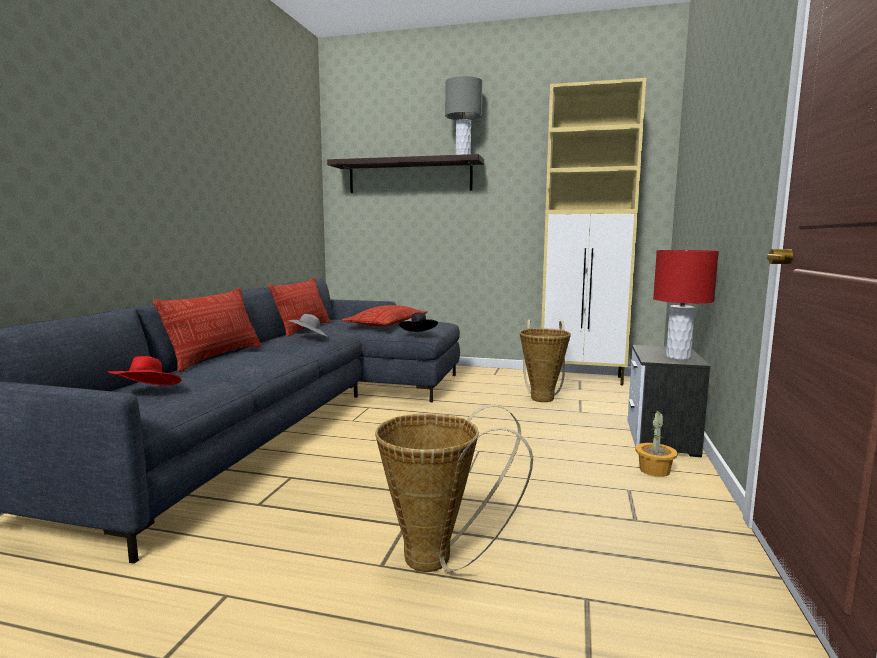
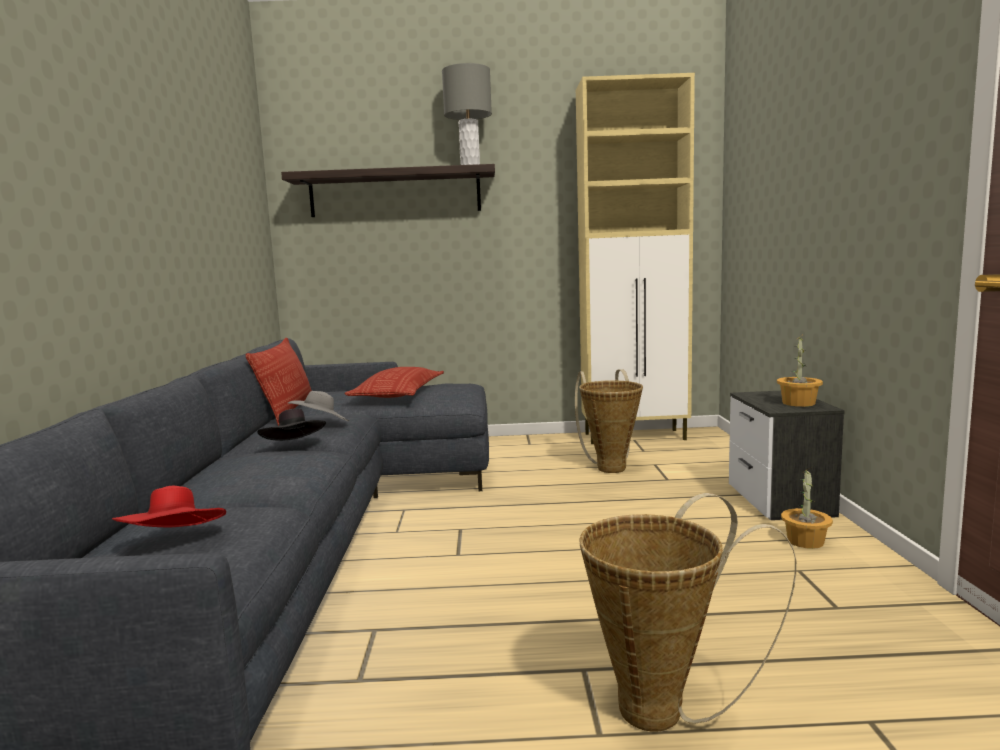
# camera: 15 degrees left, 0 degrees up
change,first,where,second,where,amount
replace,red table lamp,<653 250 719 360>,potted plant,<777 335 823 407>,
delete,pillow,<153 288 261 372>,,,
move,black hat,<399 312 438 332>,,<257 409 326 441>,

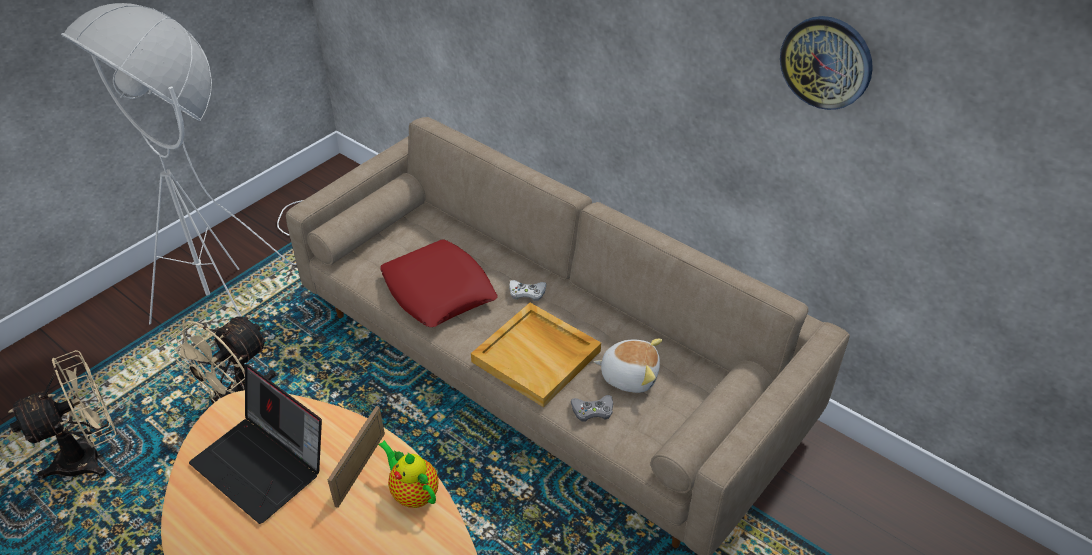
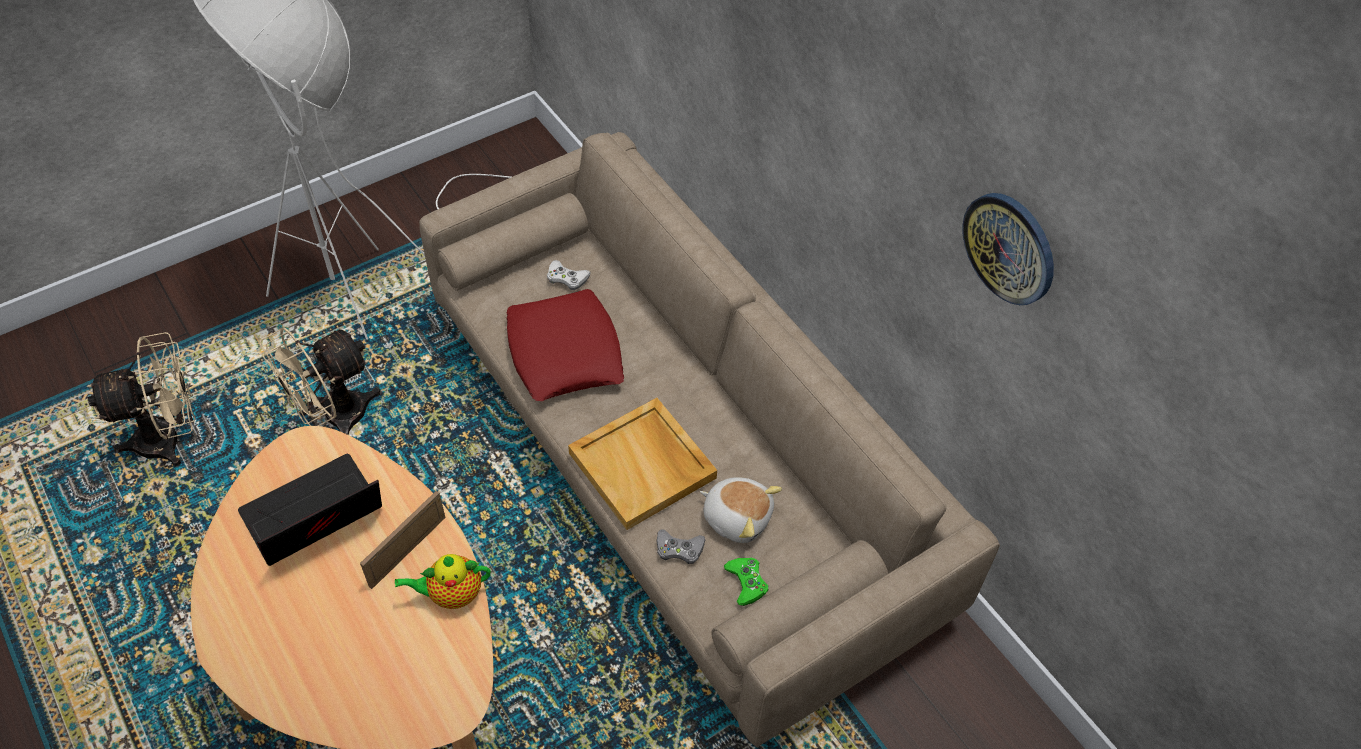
# camera: 15 degrees right, 10 degrees up
change,first,where,second,where,amount
move,white game controller,<509 280 547 301>,,<547 260 590 290>,
rotate,laptop,<189 364 322 524>,,<238 454 382 566>,90 degrees clockwise
rotate,teapot,<378 440 439 508>,,<395 554 491 609>,75 degrees counterclockwise
insert,,,green game controller,<724 558 768 606>,

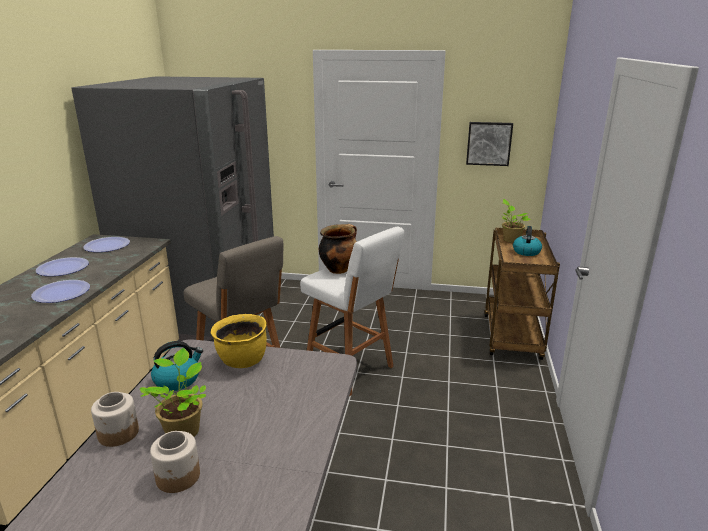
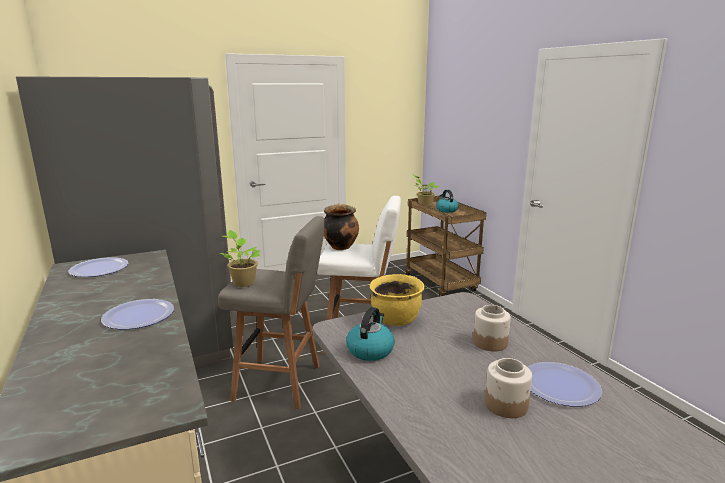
# camera: 35 degrees left, 5 degrees down
change,first,where,second,where,amount
delete,picture,<466 122 513 166>,,,
move,plate,<36 257 89 276>,,<527 362 602 406>,
move,potted plant,<140 348 206 437>,,<220 230 261 287>,
move,jar,<91 392 139 447>,,<473 305 511 352>,

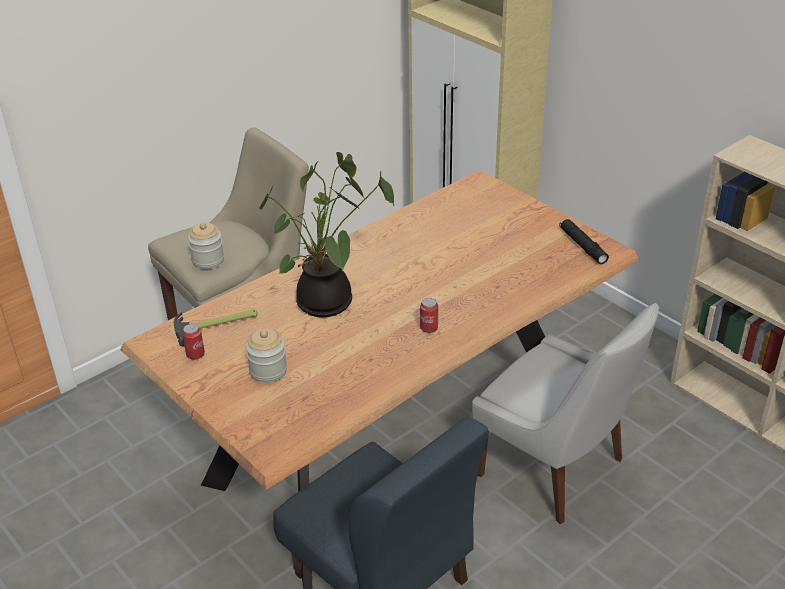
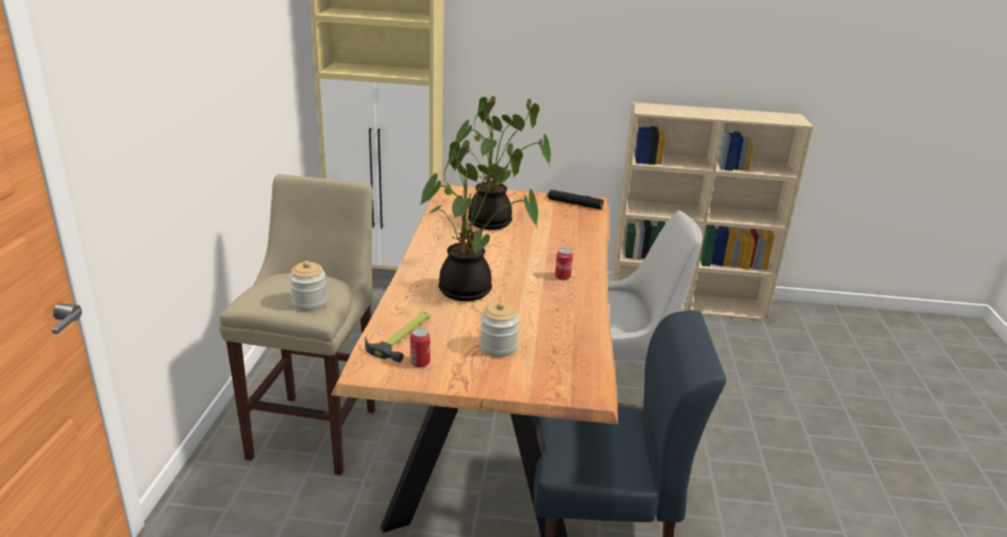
# camera: 45 degrees left, 10 degrees down
change,first,where,second,where,amount
insert,,,potted plant,<456 96 551 230>,

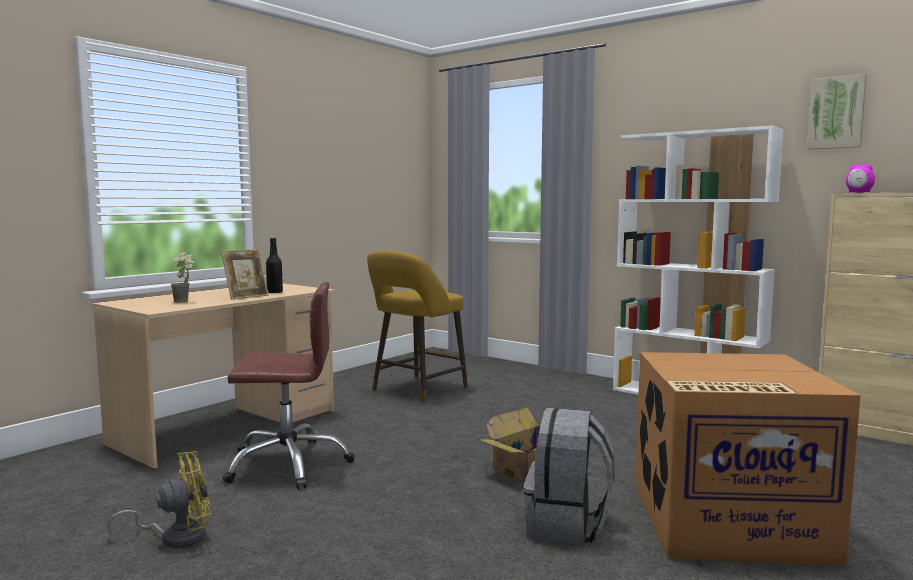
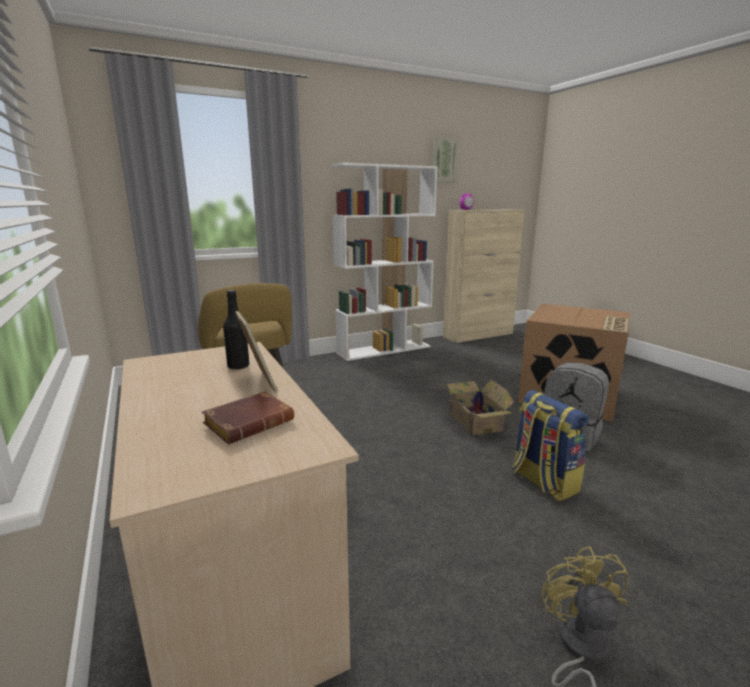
# camera: 65 degrees left, 10 degrees up
change,first,where,second,where,amount
replace,potted plant,<171 251 194 303>,brown book,<202 391 294 444>,
delete,brown office chair,<222 282 355 489>,,,
insert,,,backpack,<512 390 589 501>,

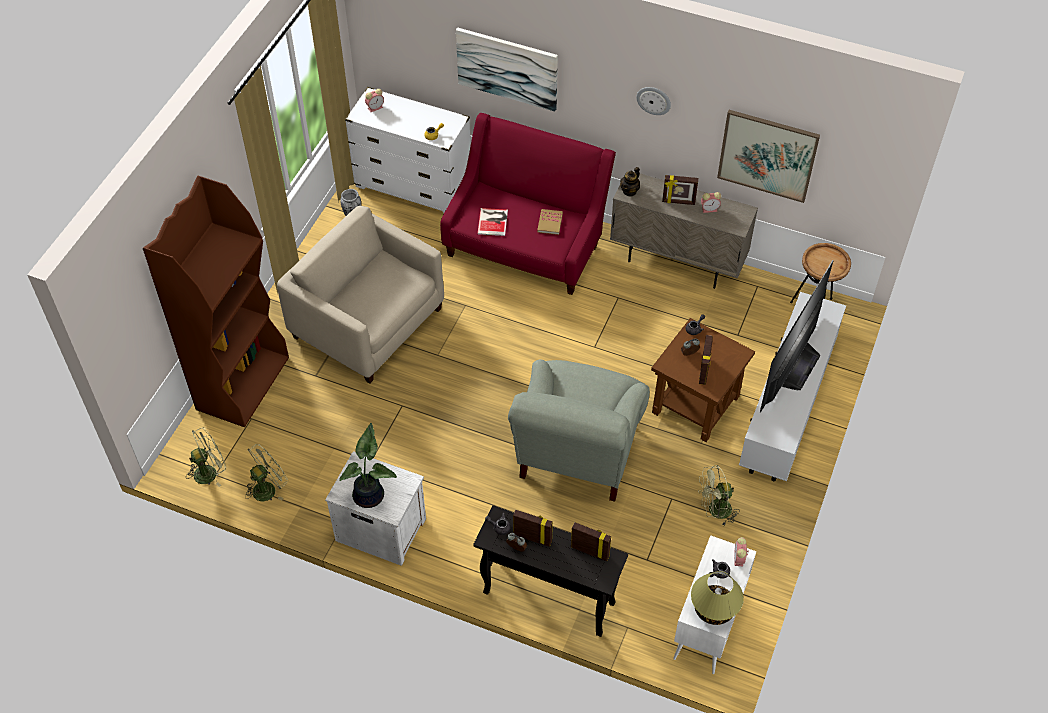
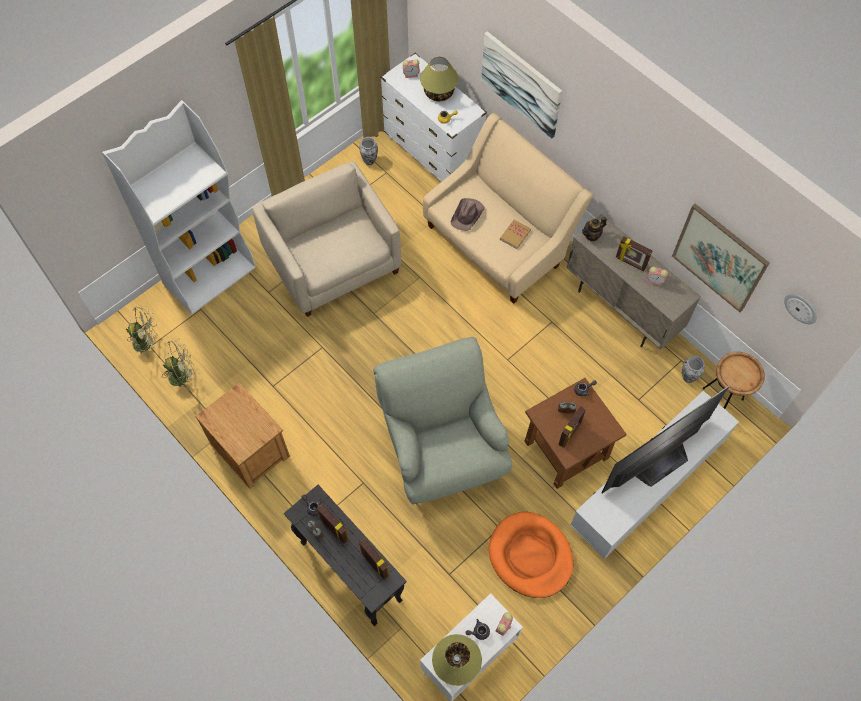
# camera: 25 degrees right, 10 degrees up
change,first,where,second,where,amount
move,wall clock,<636 87 671 115>,,<784 294 817 324>,
recolor,red sofa,<440 113 616 295>,beige sofa,<423 113 594 304>,
recolor,brown bookcase,<143 176 289 427>,white bookcase,<102 100 256 315>,
replace,book,<477 208 508 236>,brown hat,<451 198 485 231>,
rotate,grey armchair,<508 359 650 502>,,<373 337 512 504>,120 degrees clockwise
delete,potted plant,<339 423 397 508>,,,
recolor,white nightstand,<325 451 426 566>,brown nightstand,<195 383 290 489>,
replace,green fan,<698 465 740 526>,orange dog bed,<489 512 574 598>,
insert,,,table lamp,<420 57 458 101>,
insert,,,vase,<682 356 705 383>,

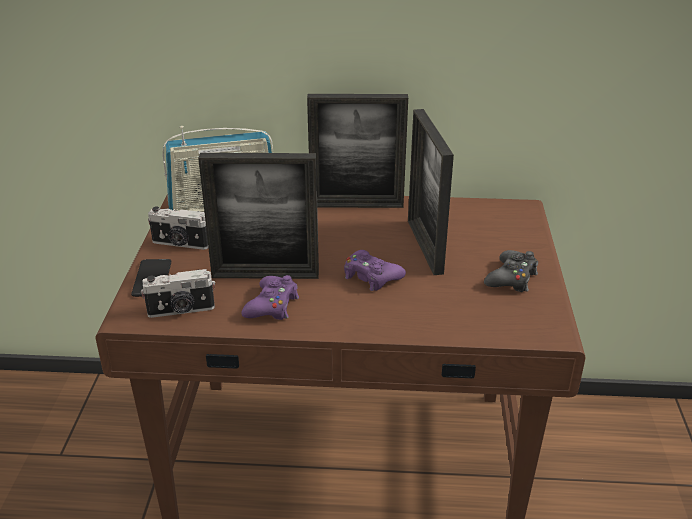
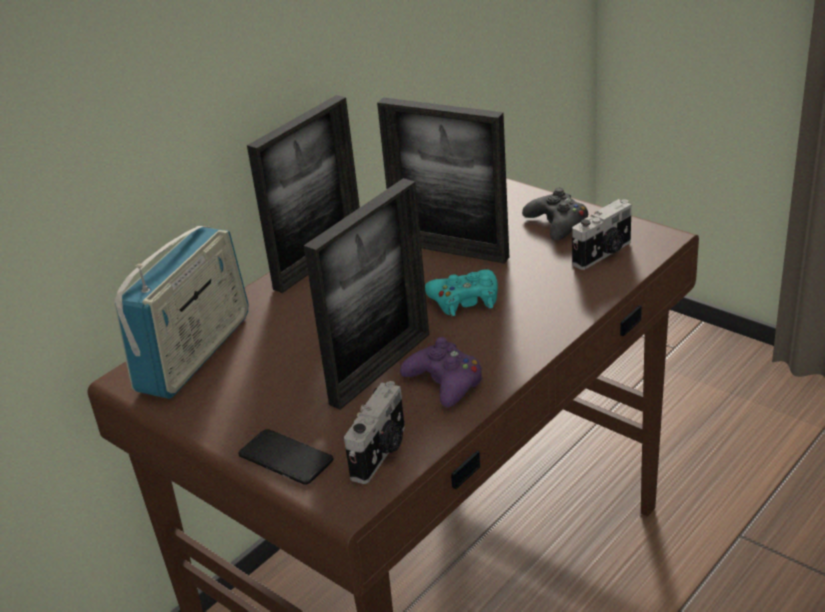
# camera: 50 degrees left, 0 degrees up
change,first,where,second,where,amount
move,photo camera,<148 206 208 250>,,<572 199 632 270>,
recolor,purple game controller,<344 250 406 291>,turquoise game controller,<425 269 498 316>,

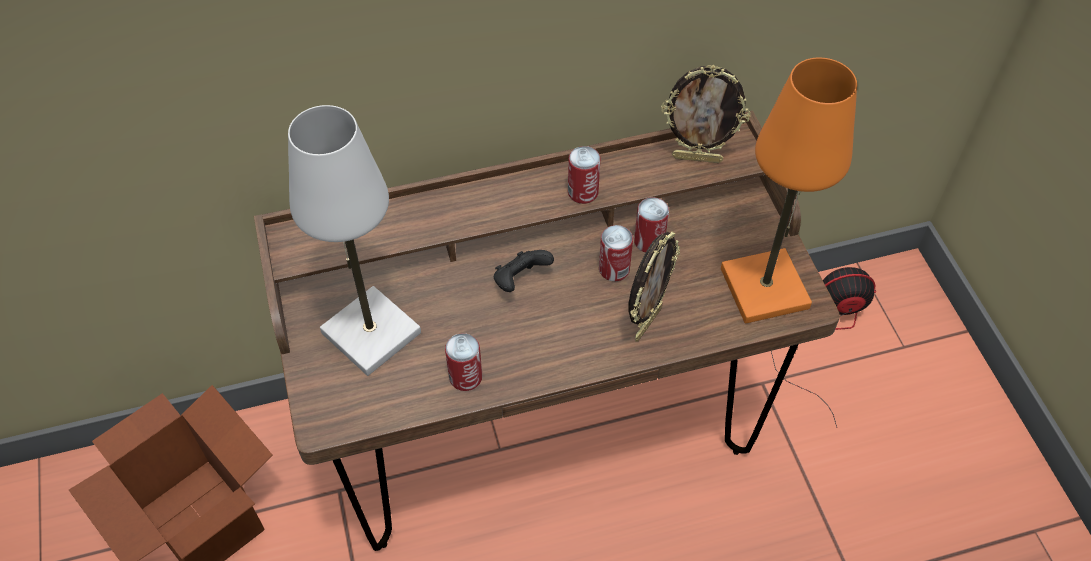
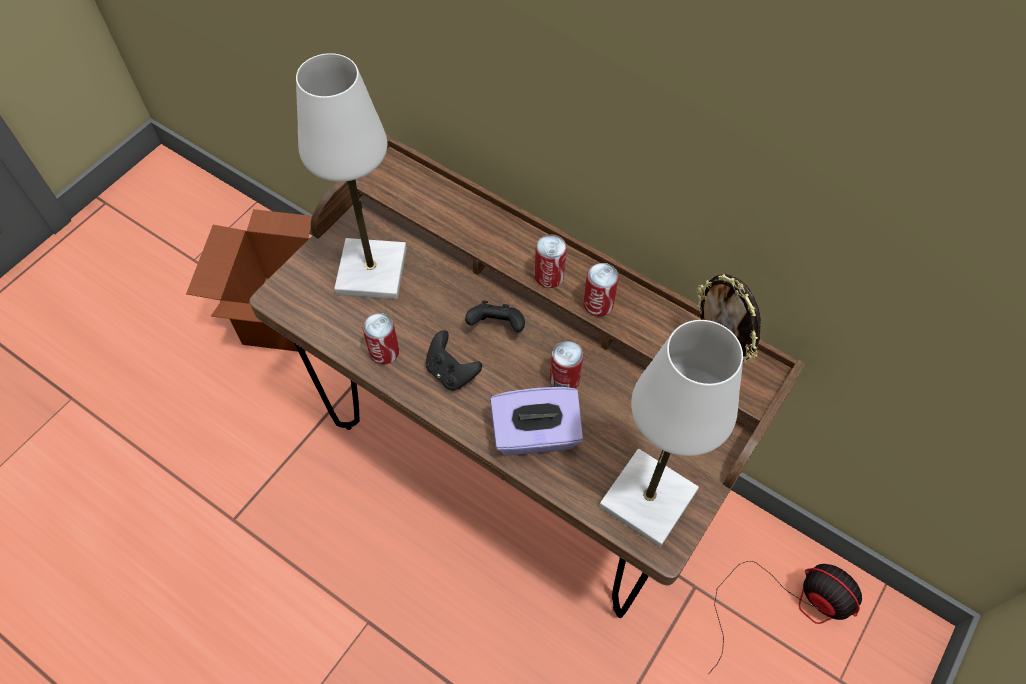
# camera: 50 degrees right, 5 degrees up
change,first,where,second,where,amount
recolor,orange table lamp,<721 58 857 324>,white table lamp,<599 320 743 547>,
move,can,<634 197 669 253>,,<534 234 567 288>,
replace,picture frame,<628 231 680 342>,purple tissue box,<490 387 583 455>,
insert,,,black game controller,<426 330 482 390>,

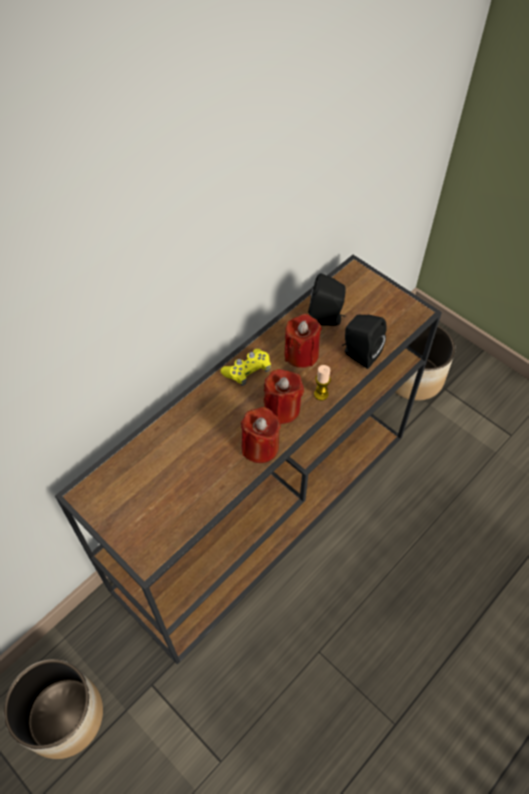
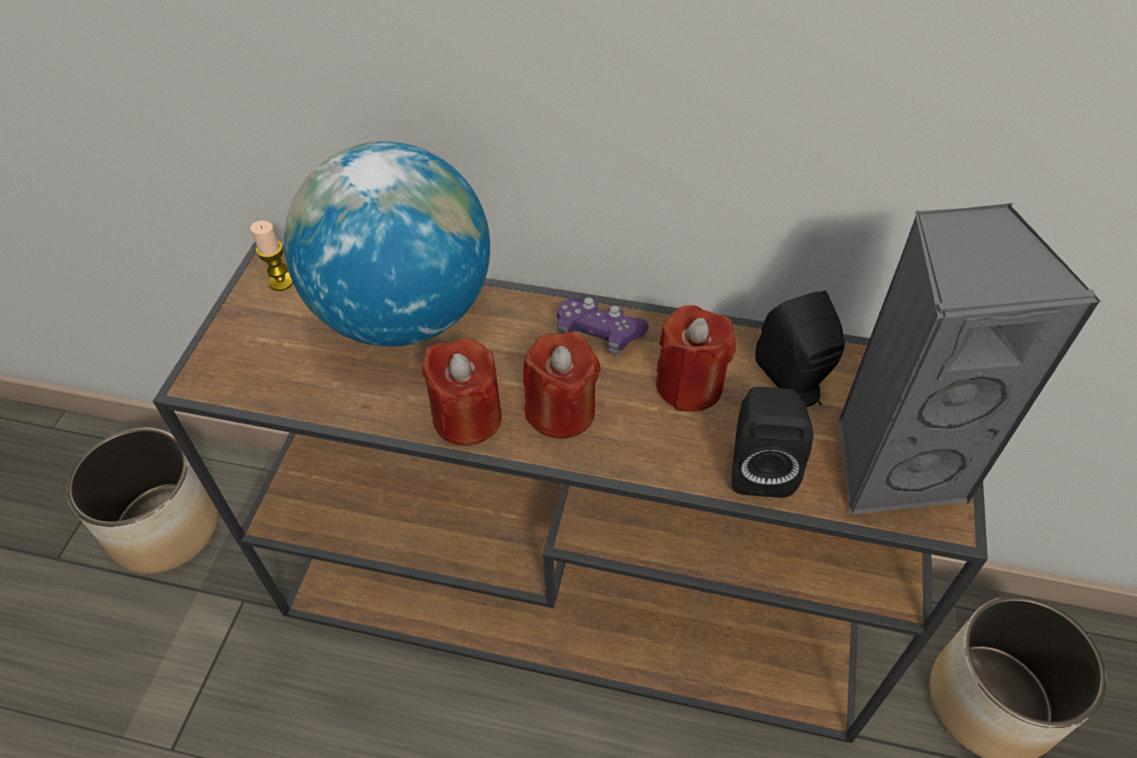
# camera: 60 degrees right, 5 degrees down
change,first,where,second,where,amount
recolor,yellow game controller,<221 349 271 386>,purple game controller,<557 297 649 356>,
move,candle,<314 365 331 401>,,<250 220 293 291>,
insert,,,globe,<284 142 490 347>,
insert,,,grey speaker,<838 203 1101 516>,

